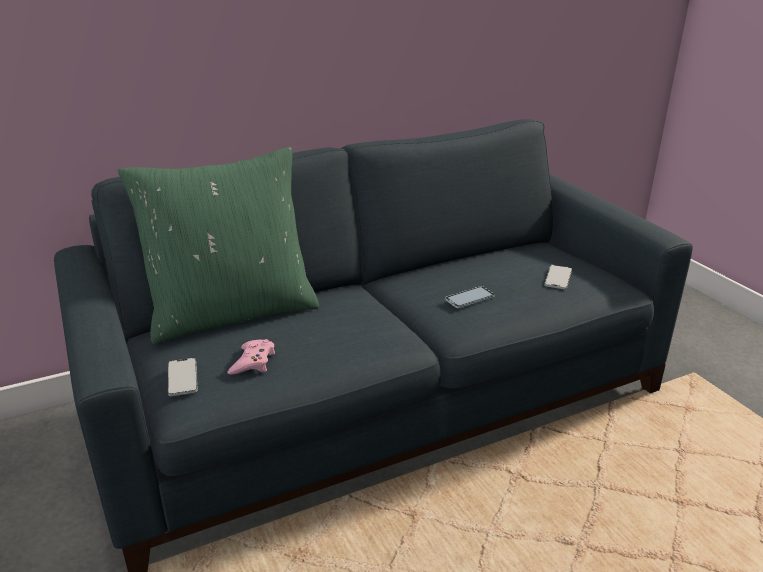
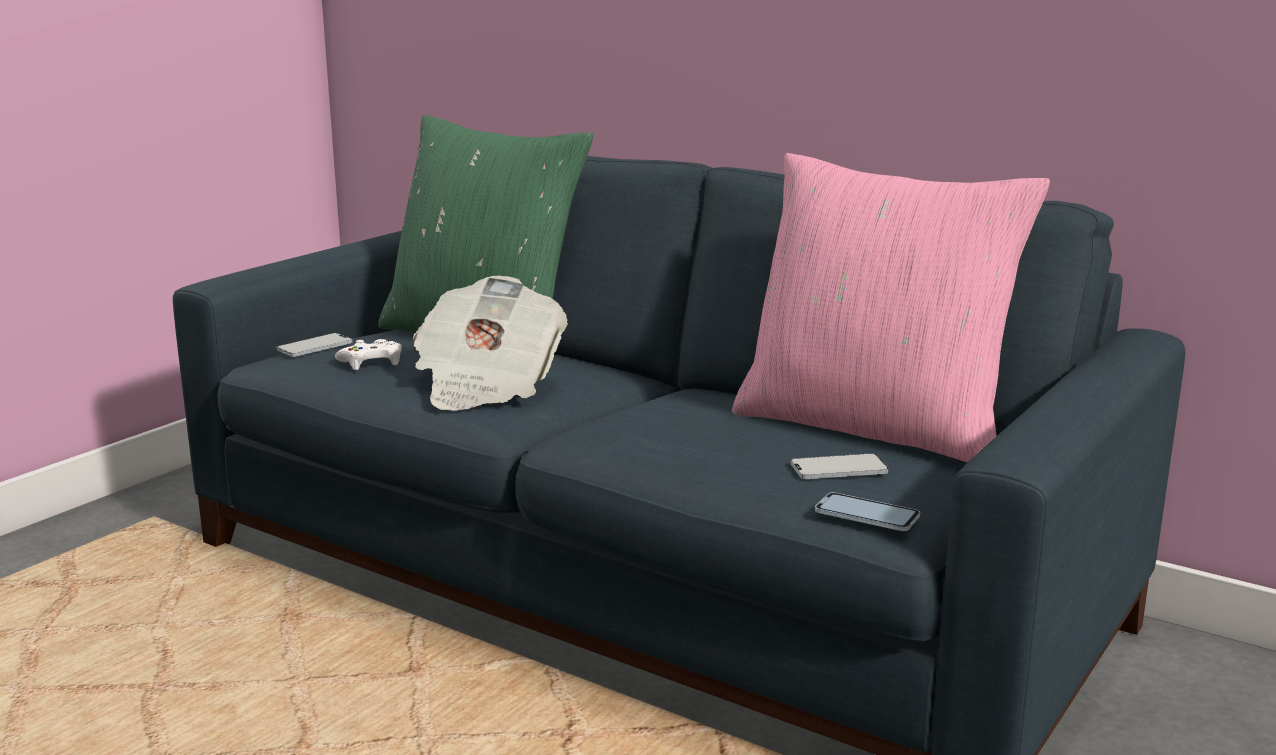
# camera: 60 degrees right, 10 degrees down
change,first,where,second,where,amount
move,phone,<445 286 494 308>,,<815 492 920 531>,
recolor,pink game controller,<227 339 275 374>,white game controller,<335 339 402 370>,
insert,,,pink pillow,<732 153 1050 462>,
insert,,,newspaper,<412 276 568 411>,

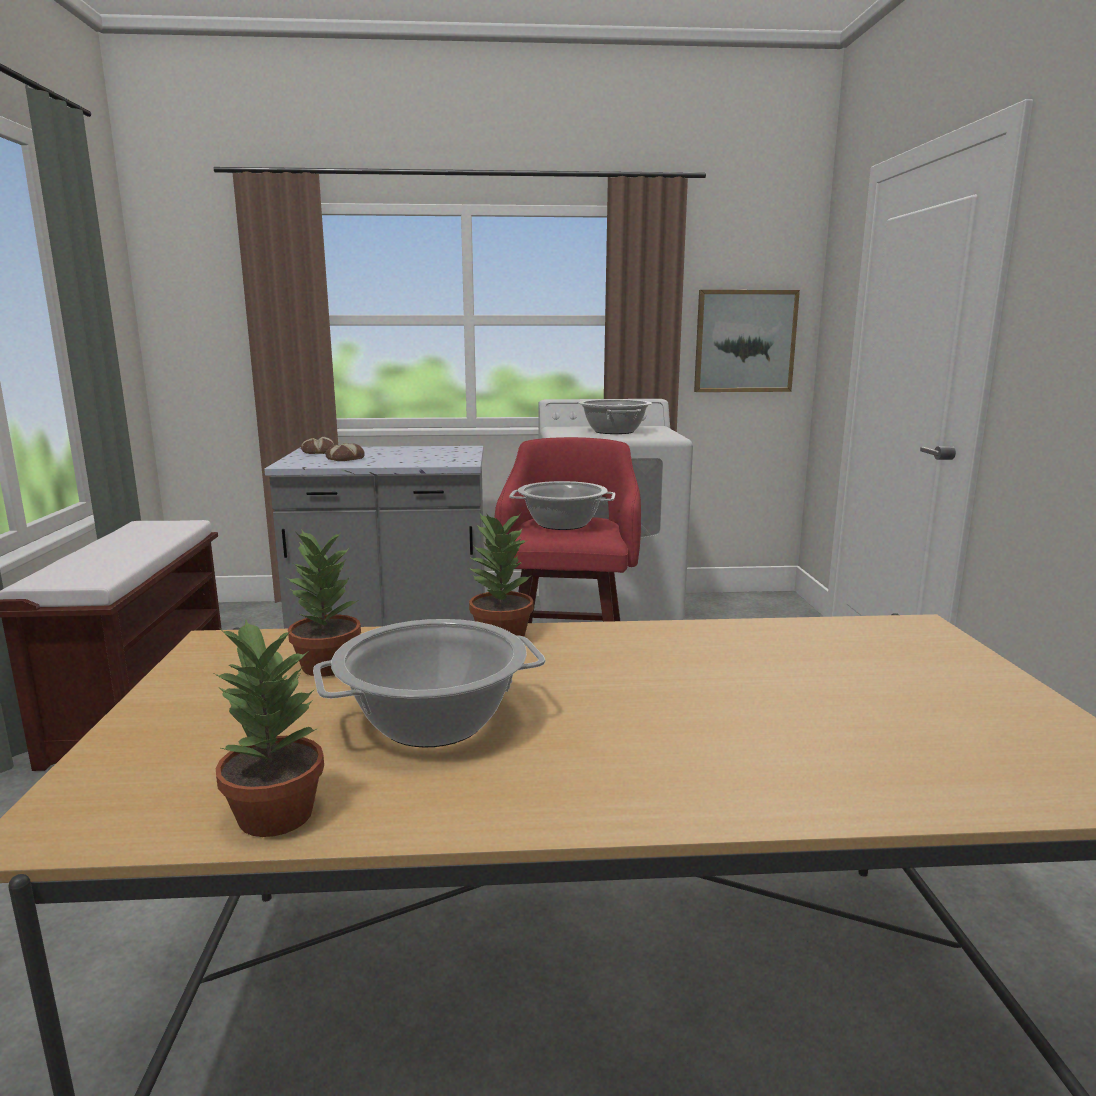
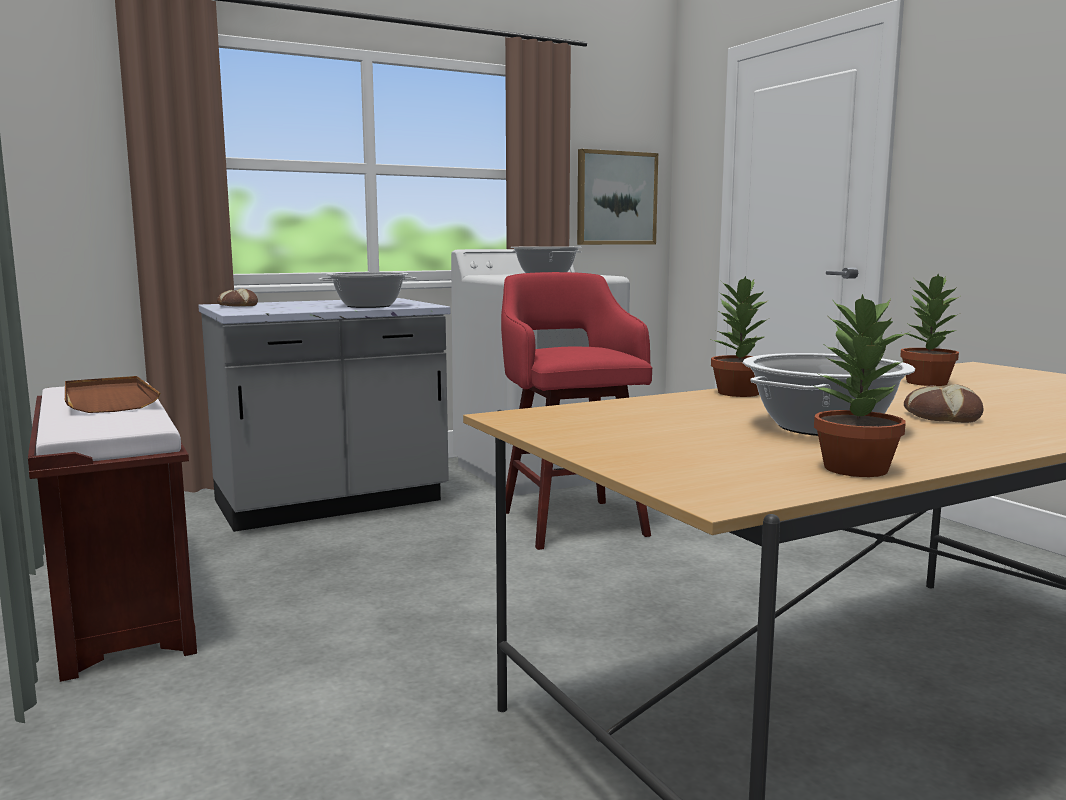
# camera: 25 degrees left, 5 degrees down
change,first,where,second,where,amount
move,bread,<325 443 365 461>,,<904 384 984 423>,
move,cooking pot,<509 481 615 530>,,<319 272 417 308>,
move,potted plant,<287 529 361 676>,,<900 273 960 386>,
insert,,,brown tray,<65 376 160 413>,

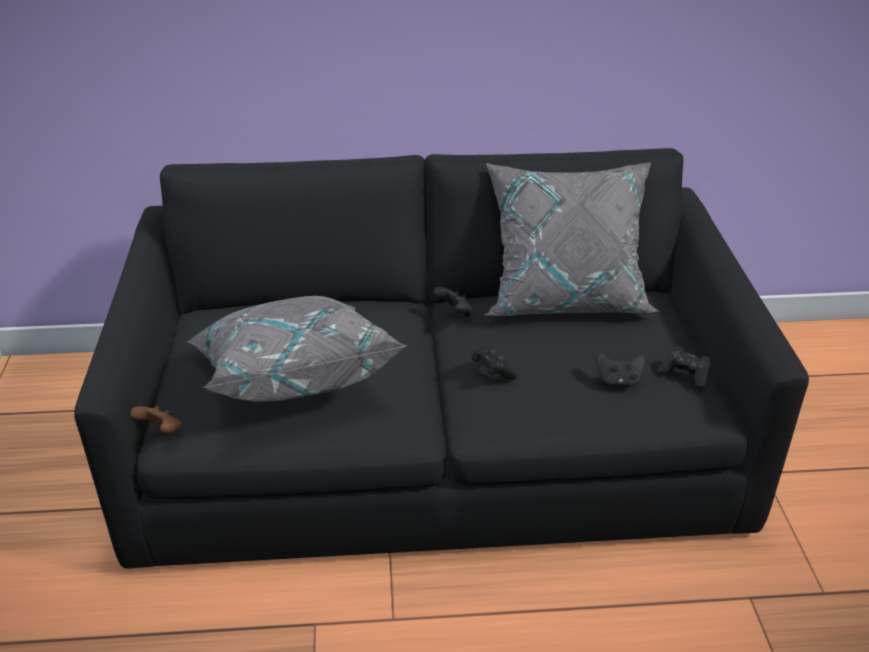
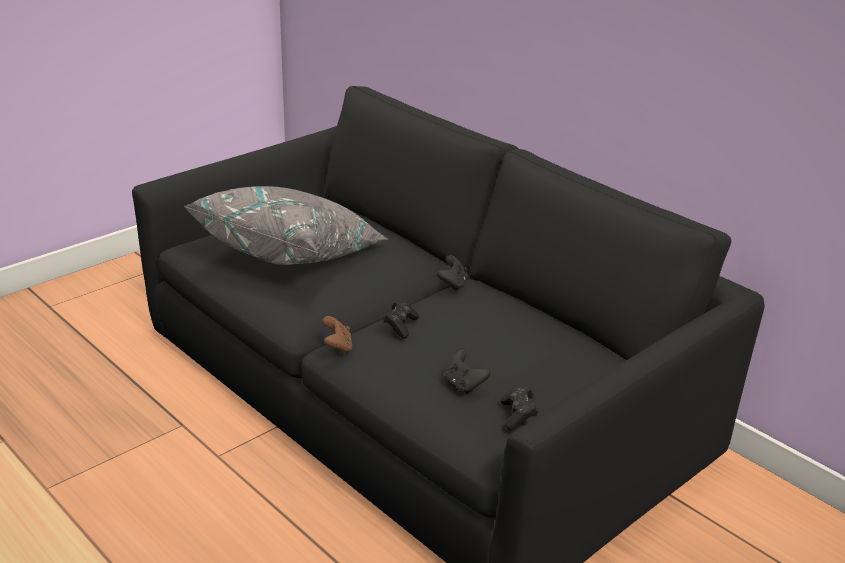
# camera: 50 degrees right, 5 degrees down
change,first,where,second,where,amount
delete,grey pillow,<485 162 659 316>,,,
move,brown game controller,<131 406 182 434>,,<322 316 353 354>,

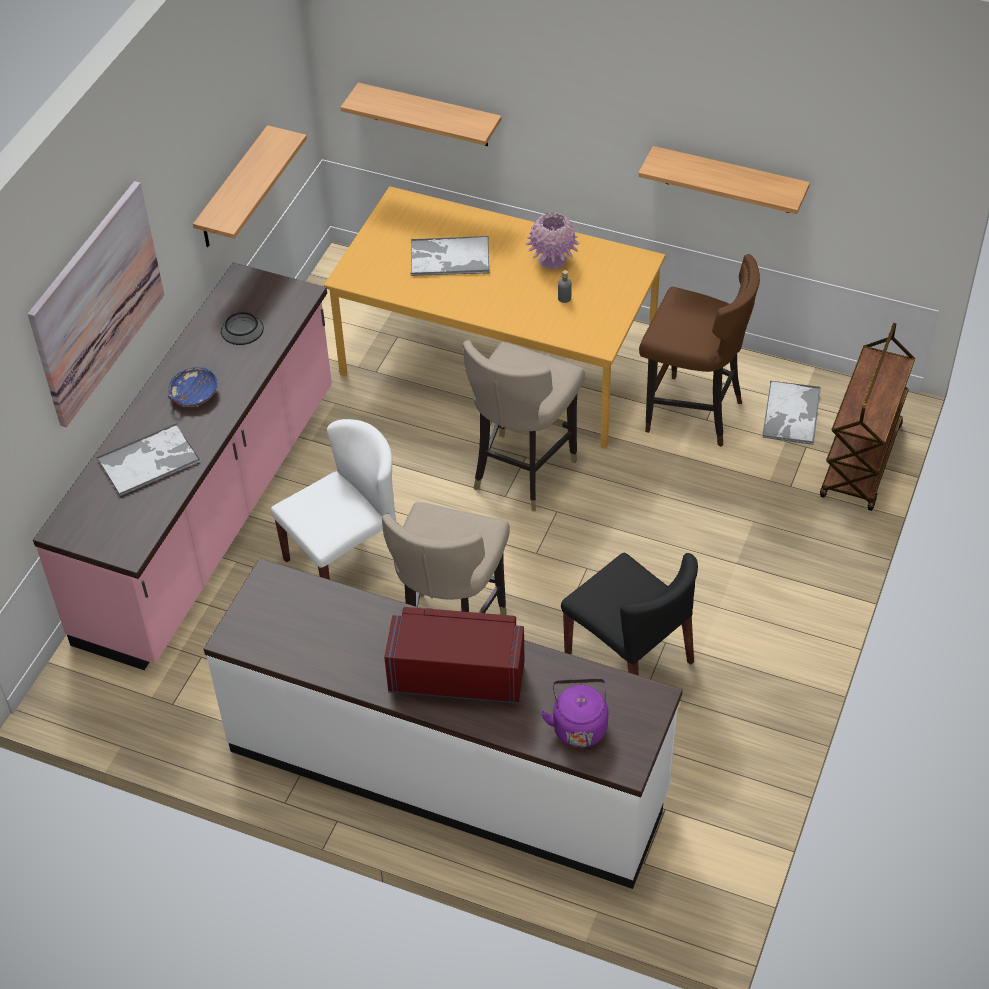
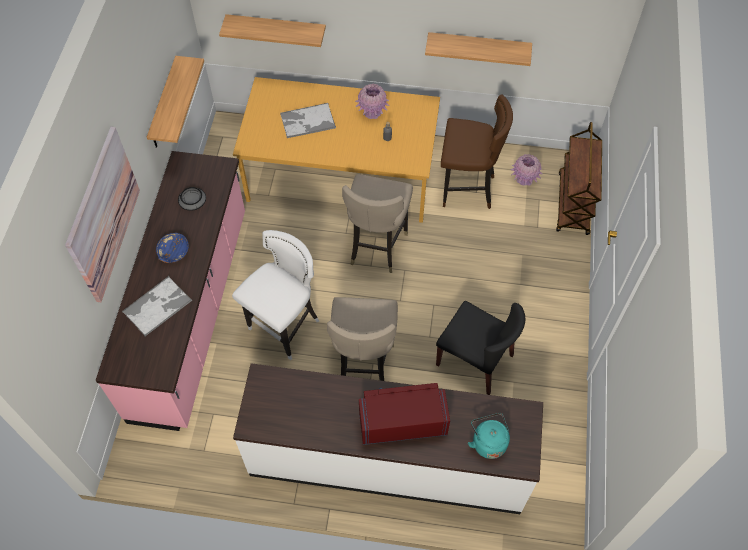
# camera: 15 degrees left, 10 degrees up
change,first,where,second,where,amount
replace,tray,<762 381 821 445>,pink vase,<510 154 543 186>,
replace,white chair,<271 419 396 580>,white stool,<232 230 319 360>,
recolor,purple kettle,<541 678 608 748>,turquoise kettle,<468 413 510 459>,

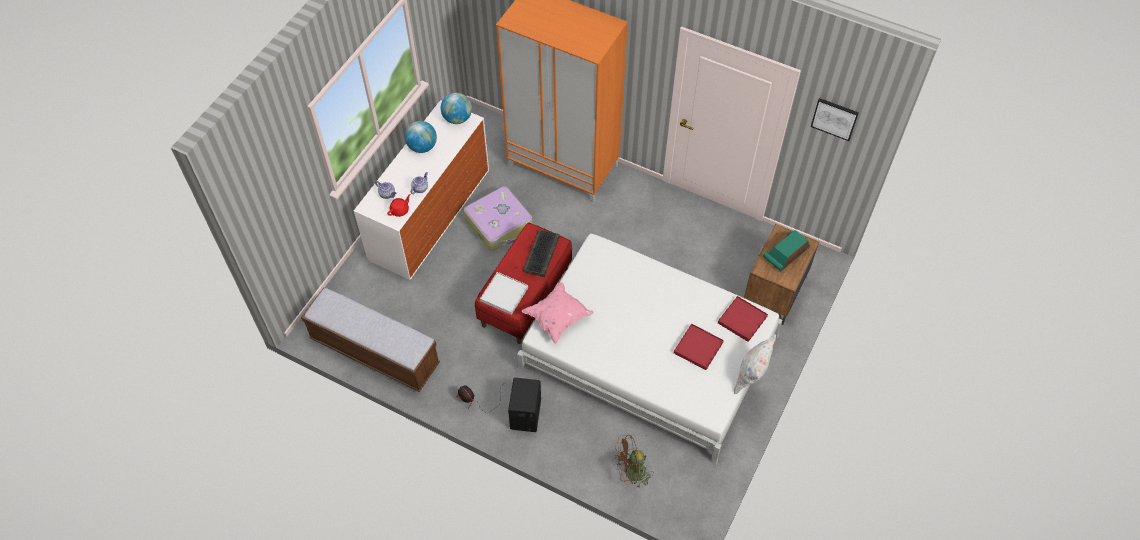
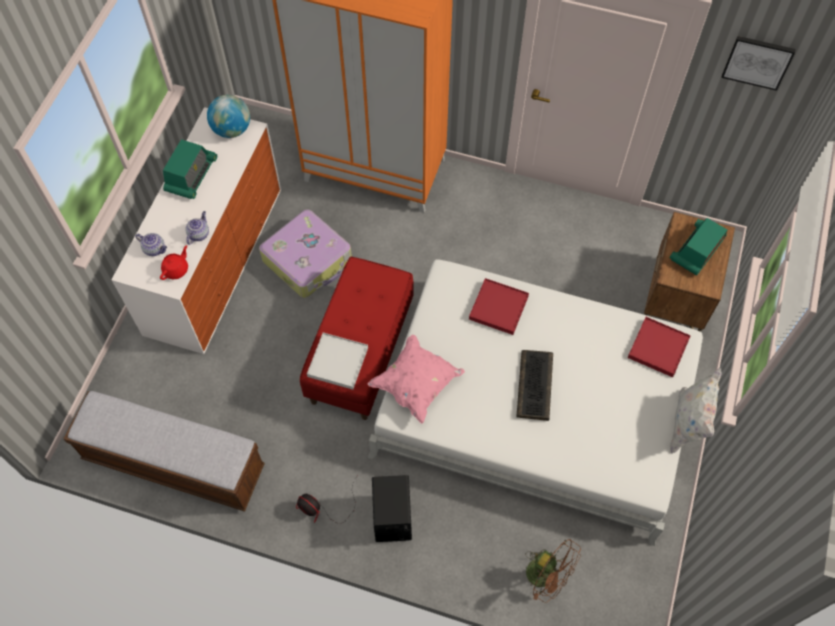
# camera: 10 degrees left, 5 degrees up
change,first,where,second,where,amount
replace,globe,<405 121 437 153>,radio,<163 139 217 199>,
move,keyboard,<523 230 560 277>,,<516 350 553 421>,
move,red tray,<674 324 724 370>,,<469 278 529 335>,
rotate,brown fan,<615 435 654 488>,,<525 539 581 603>,120 degrees counterclockwise

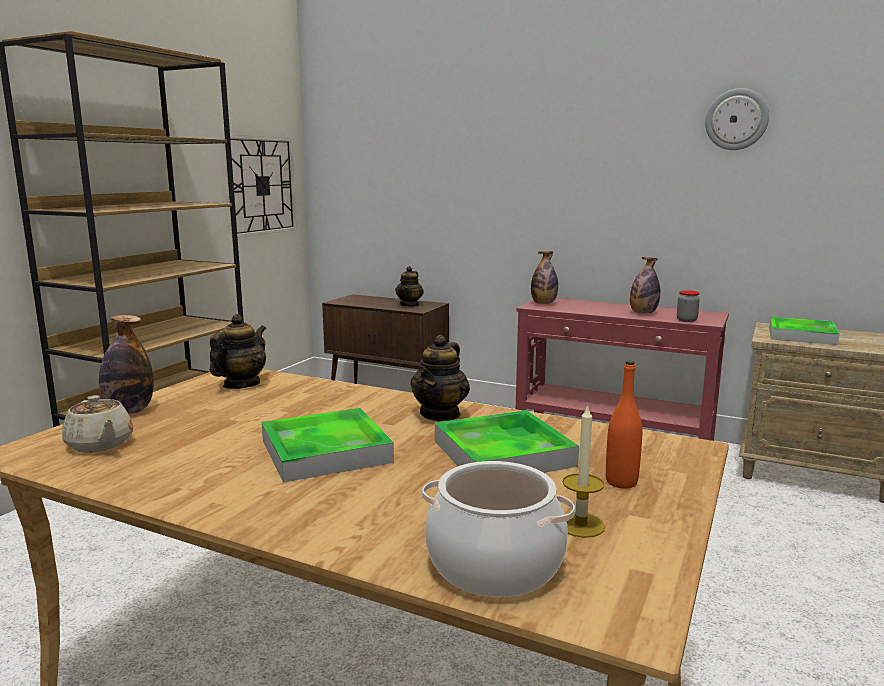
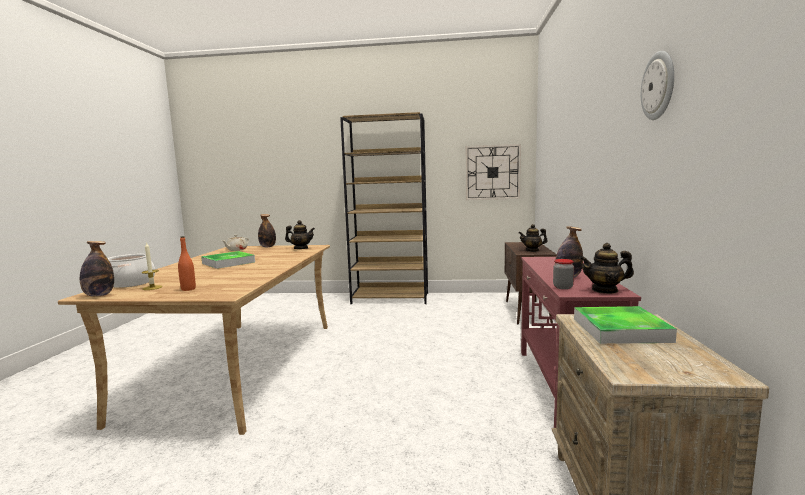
# camera: 70 degrees right, 5 degrees down
change,first,where,second,where,amount
move,bottle,<531 251 558 304>,,<80 241 114 297>,
move,teapot,<410 335 470 421>,,<579 243 634 294>,
delete,tray,<435 410 579 473>,,,

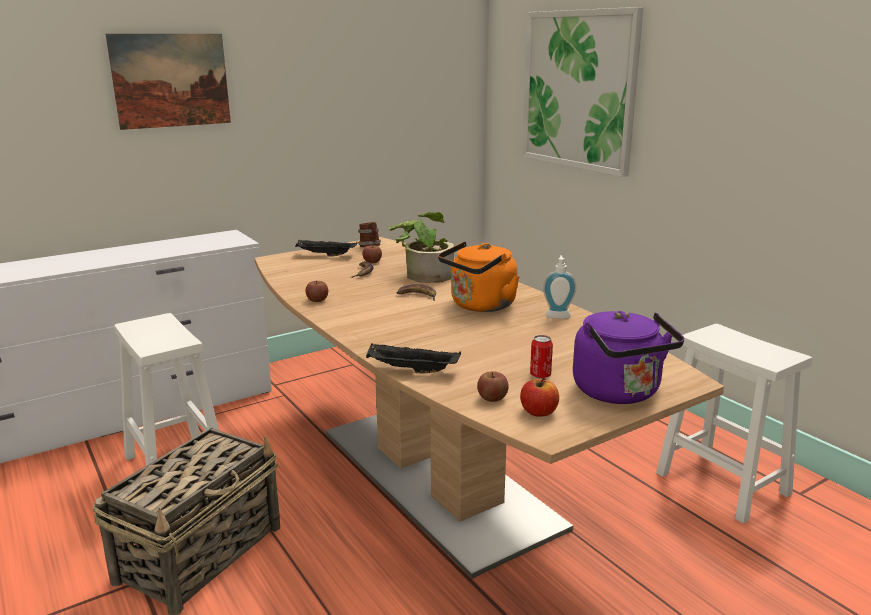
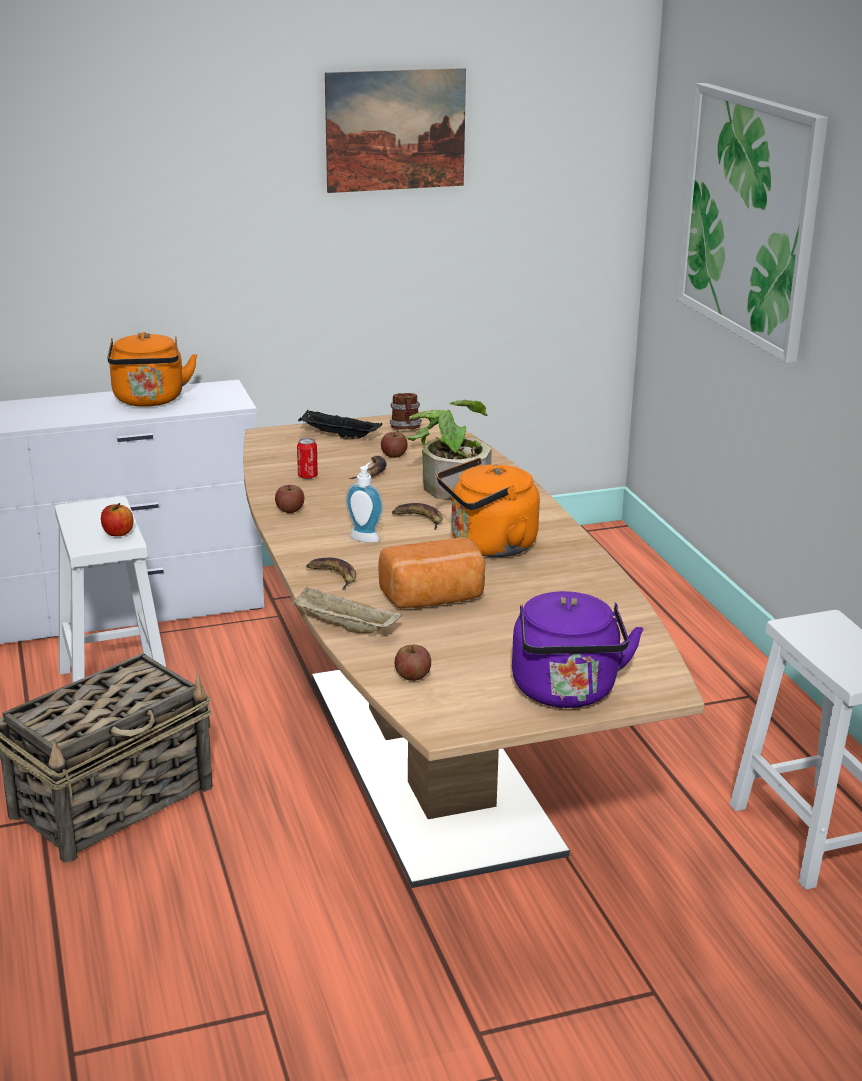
# camera: 15 degrees right, 5 degrees up
change,first,where,second,where,amount
move,picture,<105 34 231 130>,,<325 68 466 193>,
move,soap dispenser,<543 255 576 319>,,<346 462 383 543>,
move,can,<530 335 553 378>,,<297 438 318 479>,
recolor,black tray,<366 344 461 374>,beige tray,<291 587 402 633>,
move,apple,<520 378 559 417>,,<101 503 133 536>,
insert,,,orange kettle,<108 332 197 407>,
insert,,,bread,<378 537 485 609>,
insert,,,banana,<306 558 356 590>,

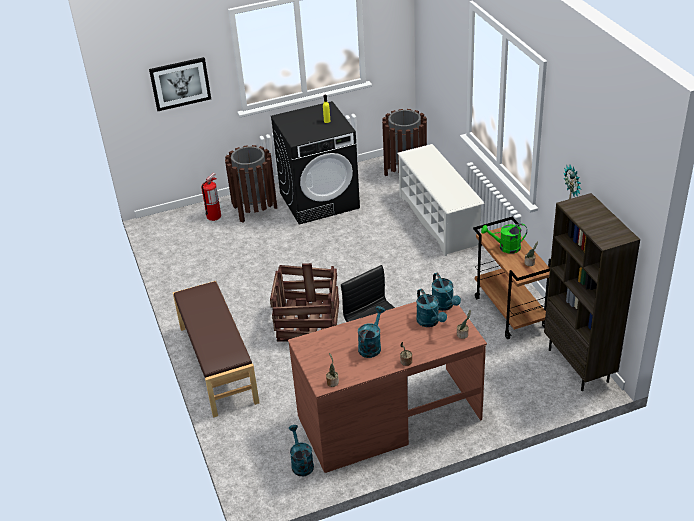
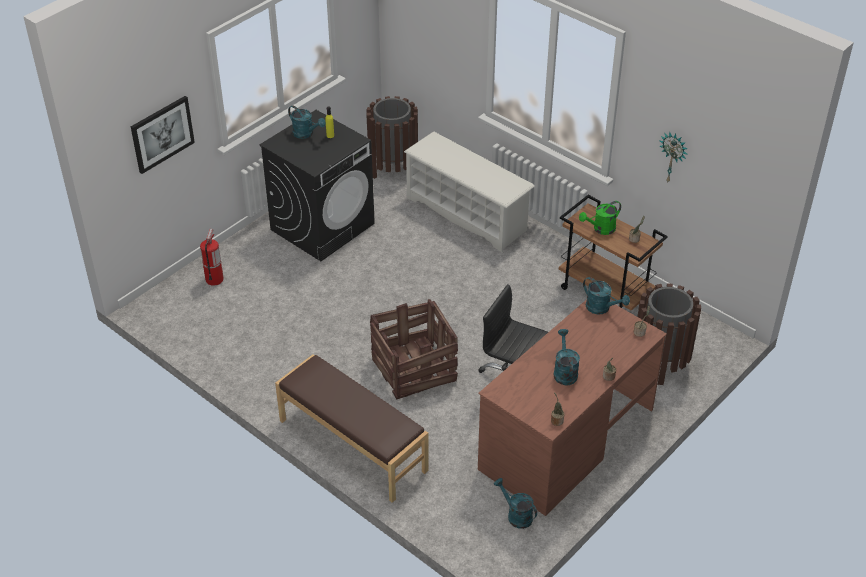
# camera: 30 degrees left, 5 degrees up
change,first,where,second,where,amount
move,brown trash can,<225 145 278 223>,,<637 283 701 385>,
delete,brown bookcase,<544 193 640 391>,,,
move,turquoise watering can,<416 289 447 327>,,<288 105 326 139>,

